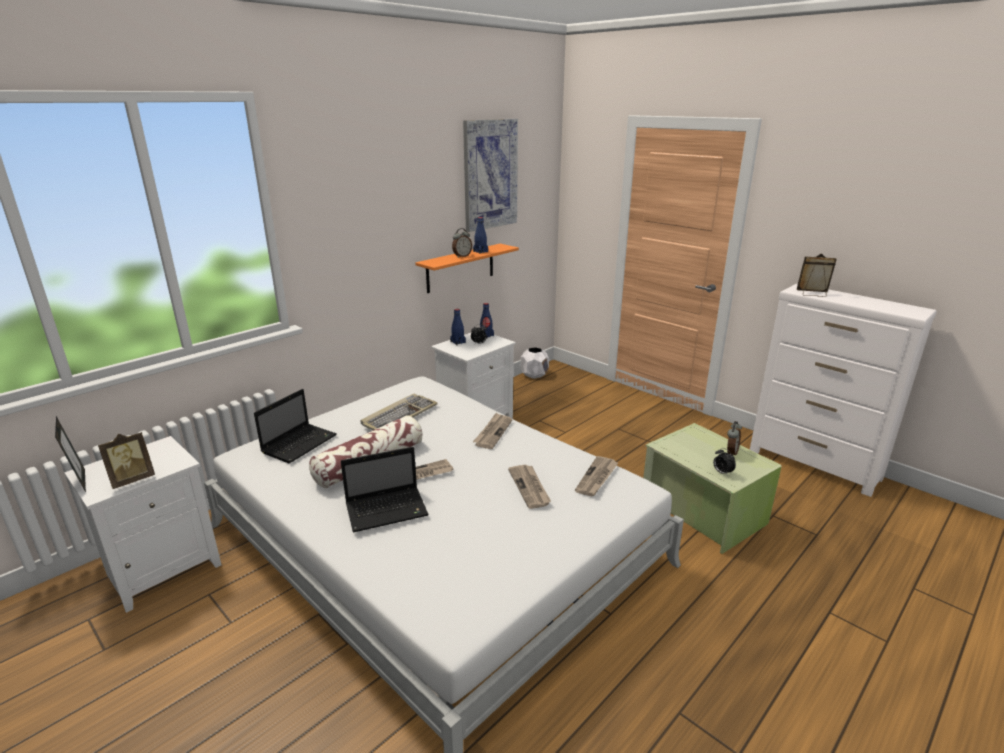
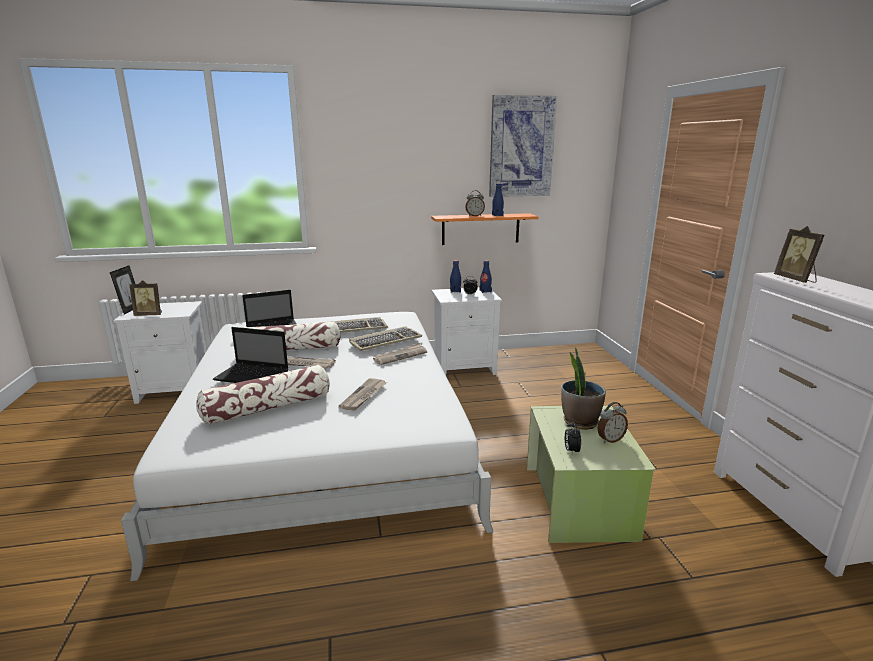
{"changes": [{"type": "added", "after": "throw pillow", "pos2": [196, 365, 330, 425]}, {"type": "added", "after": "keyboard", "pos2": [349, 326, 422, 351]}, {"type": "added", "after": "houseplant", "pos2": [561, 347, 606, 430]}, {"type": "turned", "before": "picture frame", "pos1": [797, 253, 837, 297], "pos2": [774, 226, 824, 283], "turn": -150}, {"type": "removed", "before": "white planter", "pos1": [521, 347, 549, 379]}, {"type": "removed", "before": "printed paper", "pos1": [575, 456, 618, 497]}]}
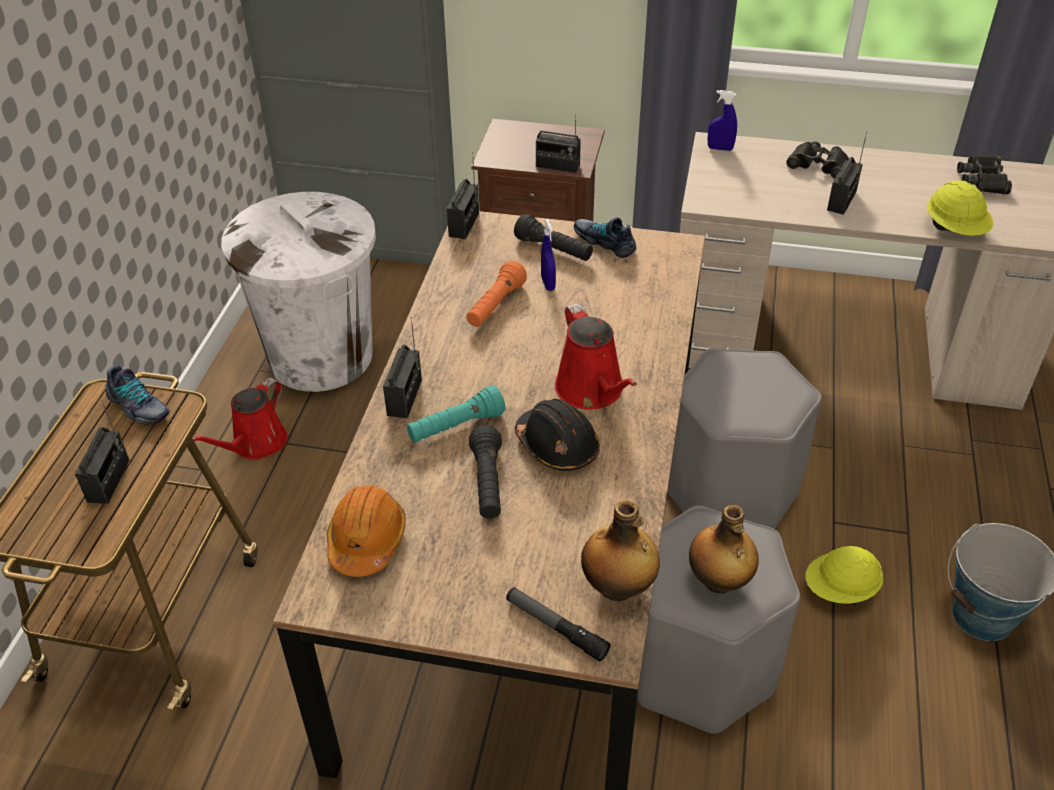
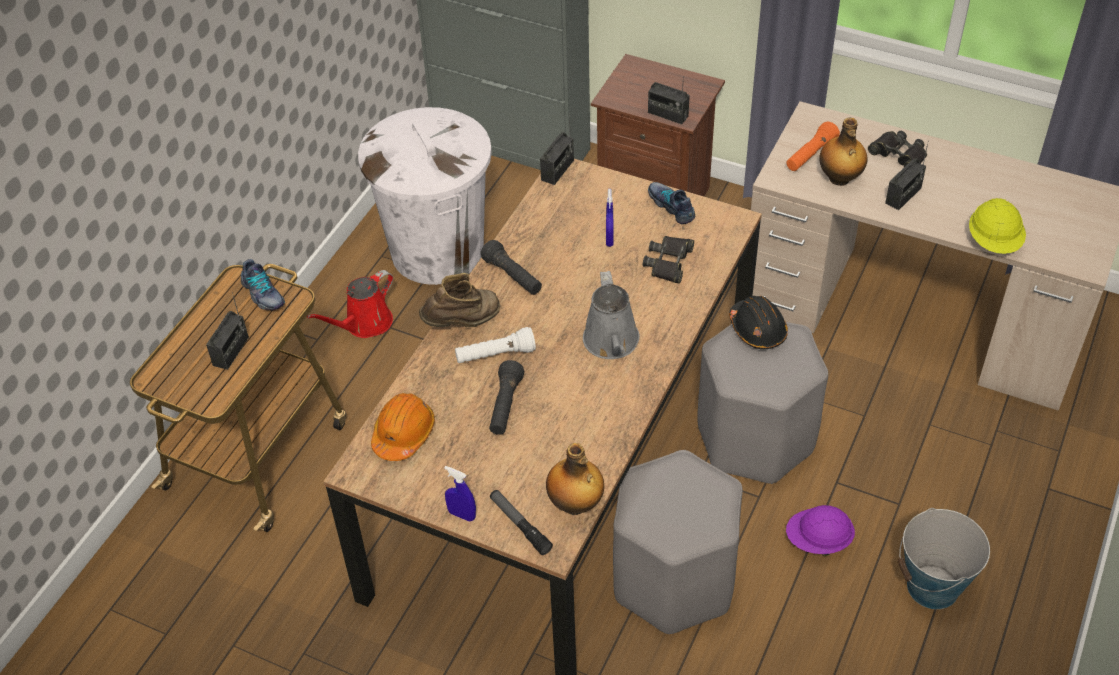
{"changes": [{"type": "replaced", "before": "radio set", "after": "brown boot", "pos1": [383, 317, 422, 418], "pos2": [419, 273, 500, 327]}, {"type": "moved", "before": "blue sprayer", "pos1": [708, 90, 737, 151], "pos2": [444, 466, 476, 522]}, {"type": "recoloured", "before": "turquoise hand torch", "after": "white hand torch", "pos1": [407, 386, 505, 443], "pos2": [455, 327, 536, 363]}, {"type": "moved", "before": "blackish hand torch", "pos1": [514, 214, 593, 261], "pos2": [481, 240, 542, 295]}, {"type": "recoloured", "before": "red-coloured watering pot", "after": "gray watering pot", "pos1": [555, 303, 637, 410], "pos2": [583, 271, 640, 359]}, {"type": "moved", "before": "blackish binoculars", "pos1": [957, 155, 1012, 194], "pos2": [643, 236, 694, 284]}, {"type": "moved", "before": "blackish safety helmet", "pos1": [515, 399, 600, 471], "pos2": [729, 296, 788, 349]}, {"type": "moved", "before": "orangey hand torch", "pos1": [466, 261, 527, 327], "pos2": [786, 122, 840, 171]}, {"type": "recoloured", "before": "yellow-coloured safety helmet", "after": "purple safety helmet", "pos1": [805, 546, 883, 605], "pos2": [786, 505, 855, 556]}, {"type": "moved", "before": "beverage bottle", "pos1": [689, 505, 759, 593], "pos2": [819, 118, 867, 186]}]}
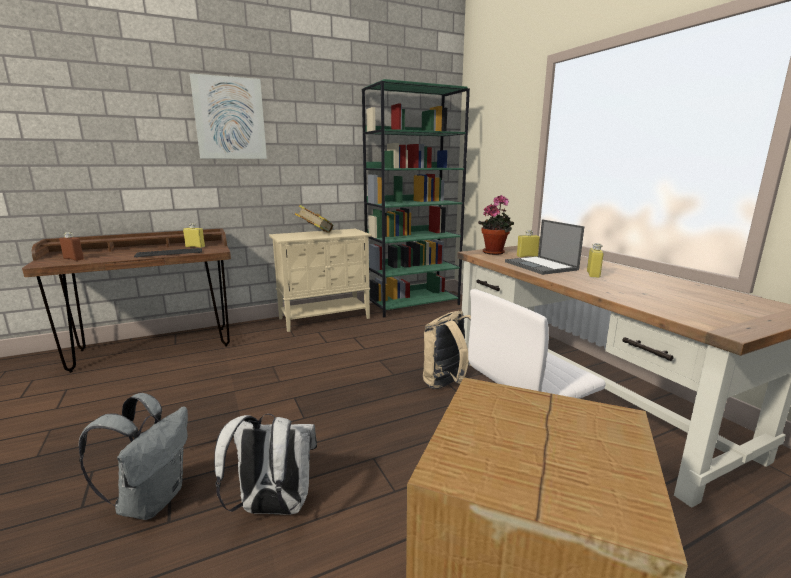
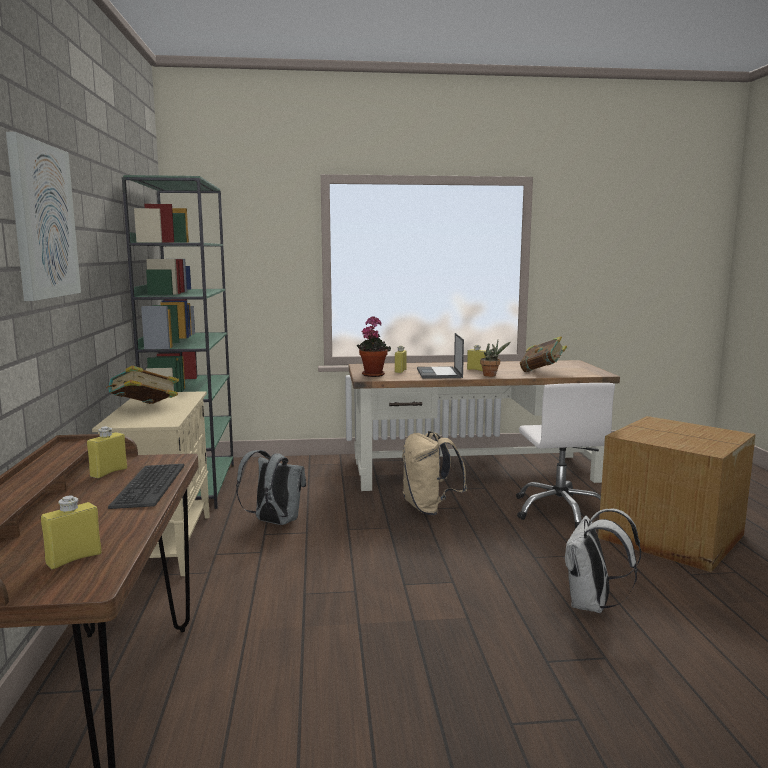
{"changes": [{"type": "recoloured", "before": "brown beverage bottle", "after": "yellow-coloured beverage bottle", "pos1": [59, 232, 84, 261], "pos2": [41, 496, 101, 569]}, {"type": "moved", "before": "gray knapsack", "pos1": [79, 393, 188, 520], "pos2": [236, 450, 306, 525]}, {"type": "turned", "before": "notebook computer", "pos1": [505, 219, 584, 275], "pos2": [417, 333, 464, 379], "turn": 90}, {"type": "added", "after": "houseplant", "pos2": [480, 341, 511, 377]}, {"type": "added", "after": "book", "pos2": [520, 336, 567, 372]}]}
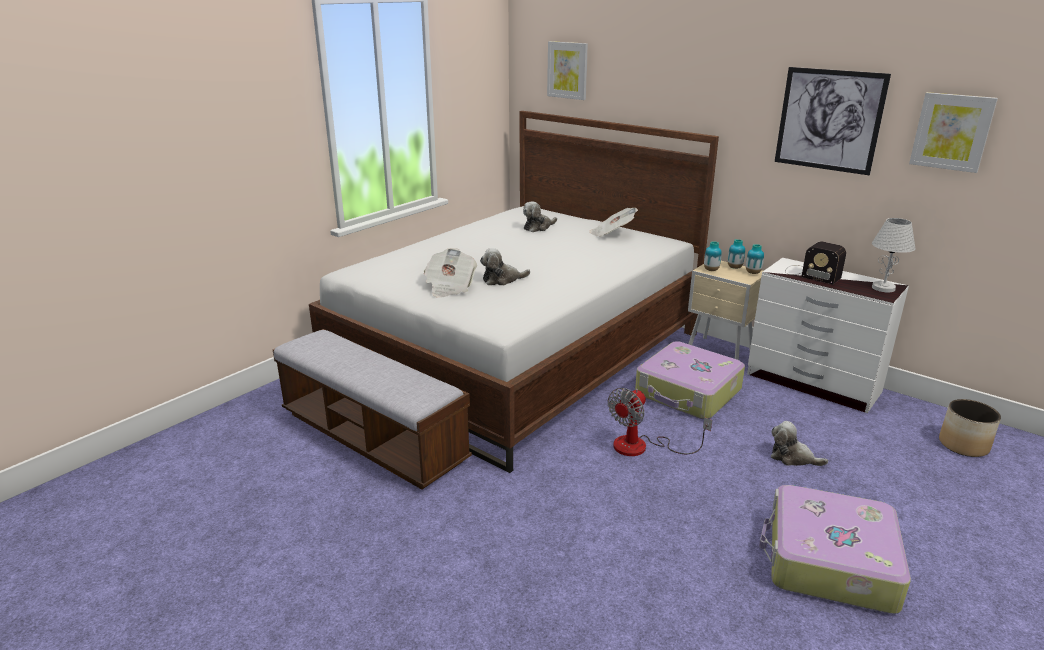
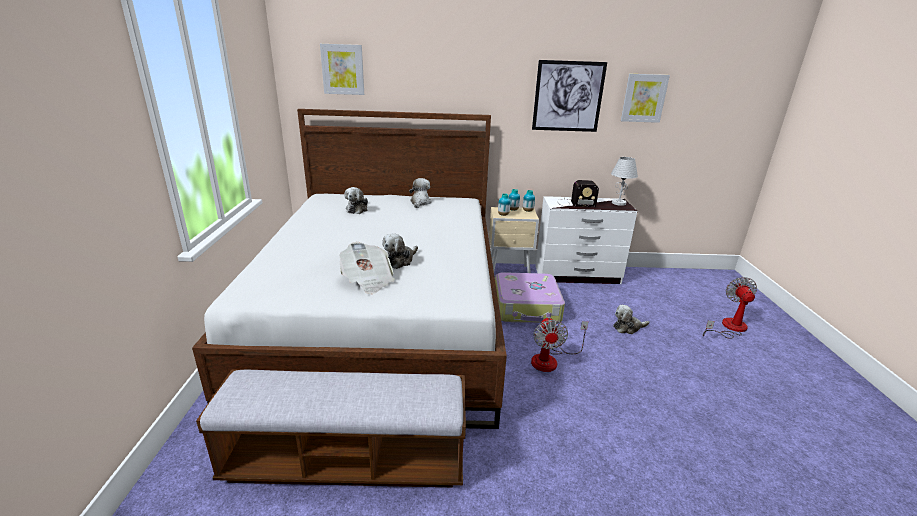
{"changes": [{"type": "replaced", "before": "printed paper", "after": "soft toy", "pos1": [589, 208, 638, 237], "pos2": [409, 178, 432, 208]}, {"type": "added", "after": "cooling fan", "pos2": [703, 277, 757, 339]}, {"type": "removed", "before": "piece of luggage", "pos1": [759, 485, 911, 614]}, {"type": "removed", "before": "planter", "pos1": [939, 399, 1001, 457]}]}
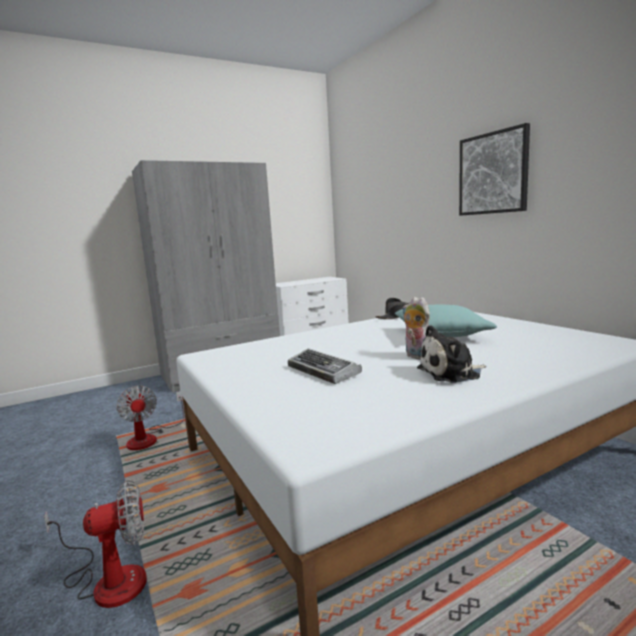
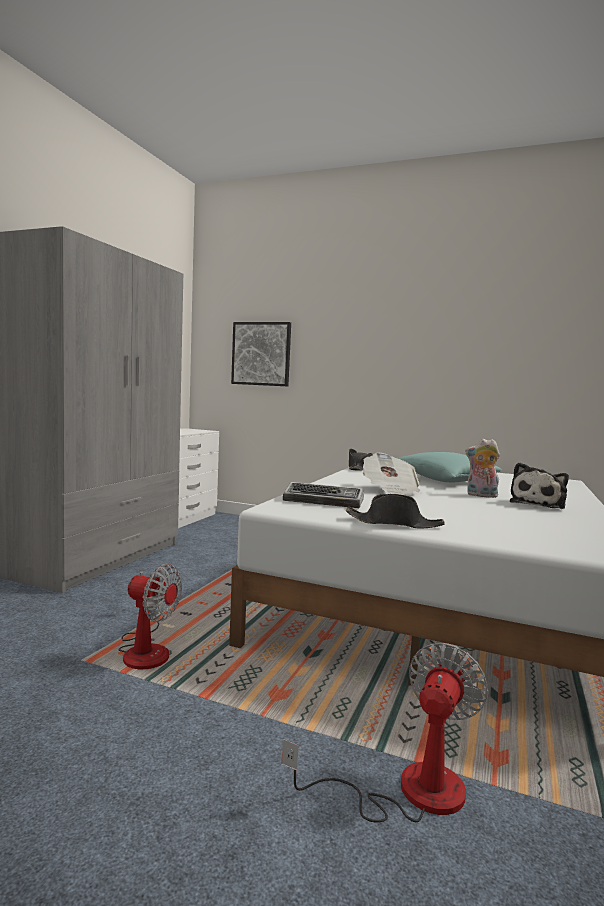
{"changes": [{"type": "moved", "before": "wall art", "pos1": [459, 123, 530, 216], "pos2": [231, 322, 291, 386]}, {"type": "moved", "before": "keyboard", "pos1": [288, 348, 362, 384], "pos2": [283, 482, 364, 508]}, {"type": "added", "after": "blackish wearable hat", "pos2": [346, 494, 445, 529]}, {"type": "added", "after": "printed paper", "pos2": [363, 453, 420, 495]}]}
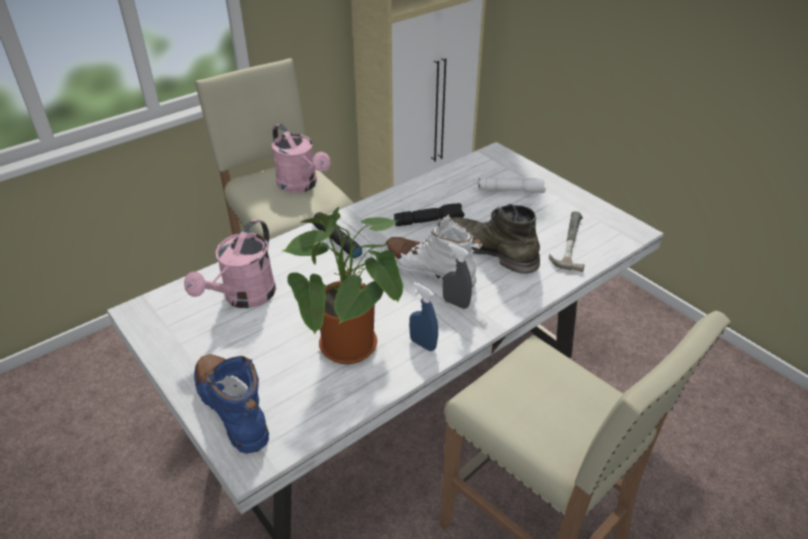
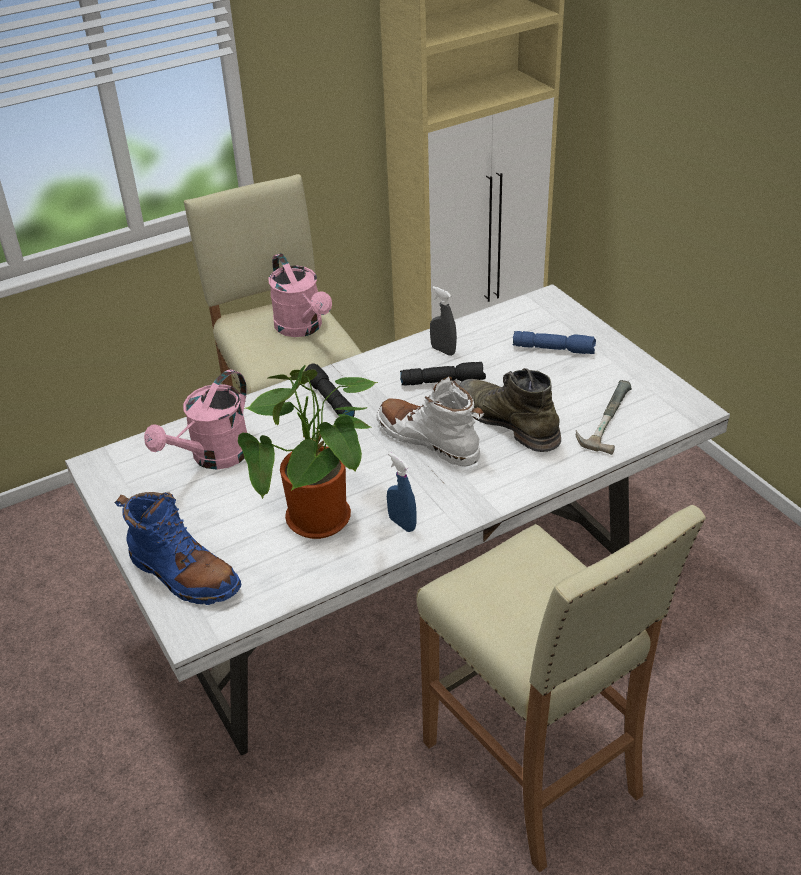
{"changes": [{"type": "turned", "before": "blue boot", "pos1": [194, 354, 269, 454], "pos2": [115, 492, 241, 605], "turn": 150}, {"type": "moved", "before": "gray sprayer", "pos1": [443, 244, 472, 309], "pos2": [430, 286, 457, 356]}, {"type": "recoloured", "before": "white hand torch", "after": "blue hand torch", "pos1": [478, 177, 546, 193], "pos2": [513, 331, 596, 354]}]}
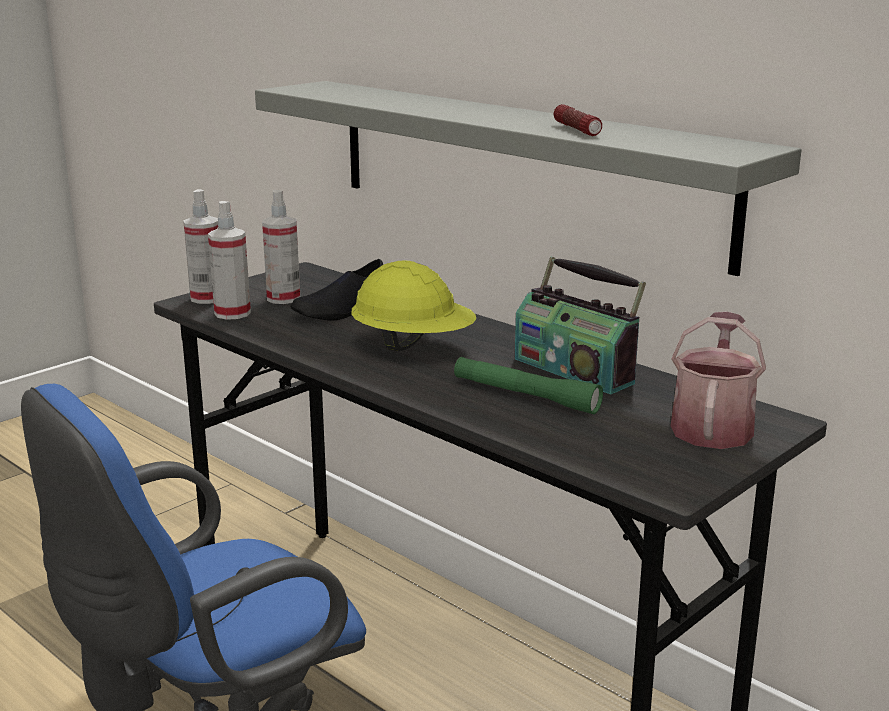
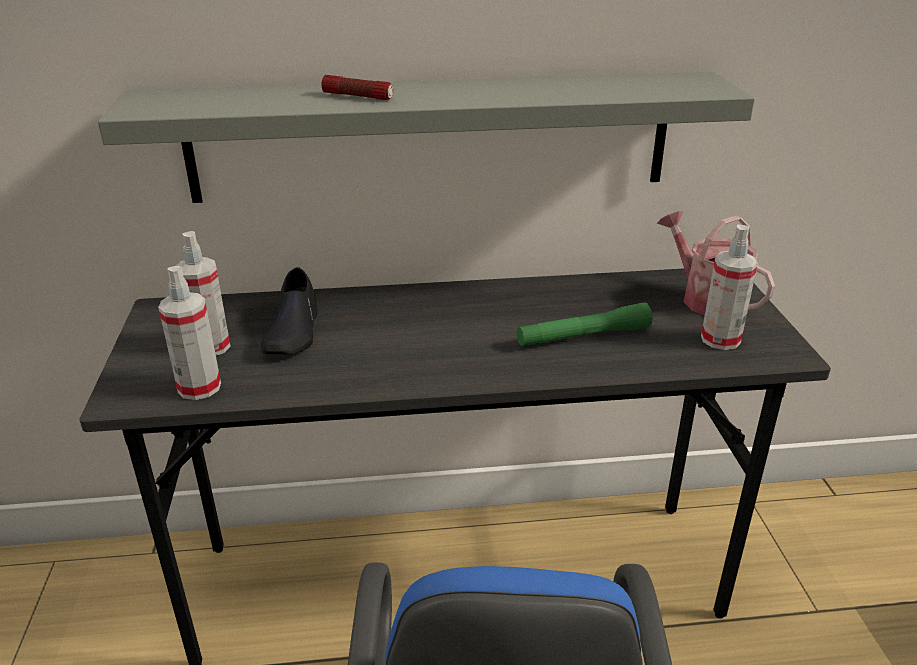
{"changes": [{"type": "moved", "before": "hand torch", "pos1": [554, 104, 602, 136], "pos2": [322, 75, 393, 100]}, {"type": "moved", "before": "sprayer", "pos1": [183, 189, 218, 304], "pos2": [701, 225, 758, 350]}, {"type": "removed", "before": "yellow-coloured safety helmet", "pos1": [351, 261, 476, 351]}, {"type": "removed", "before": "radio set", "pos1": [515, 257, 646, 394]}]}
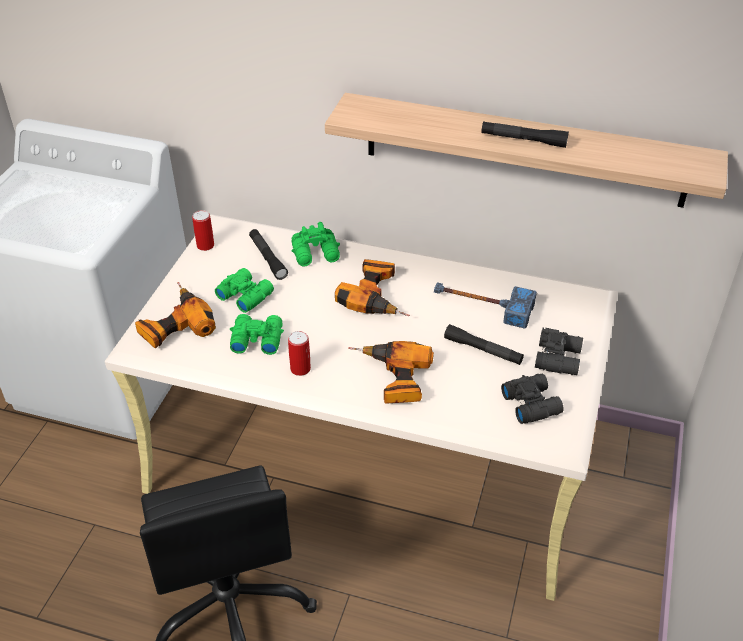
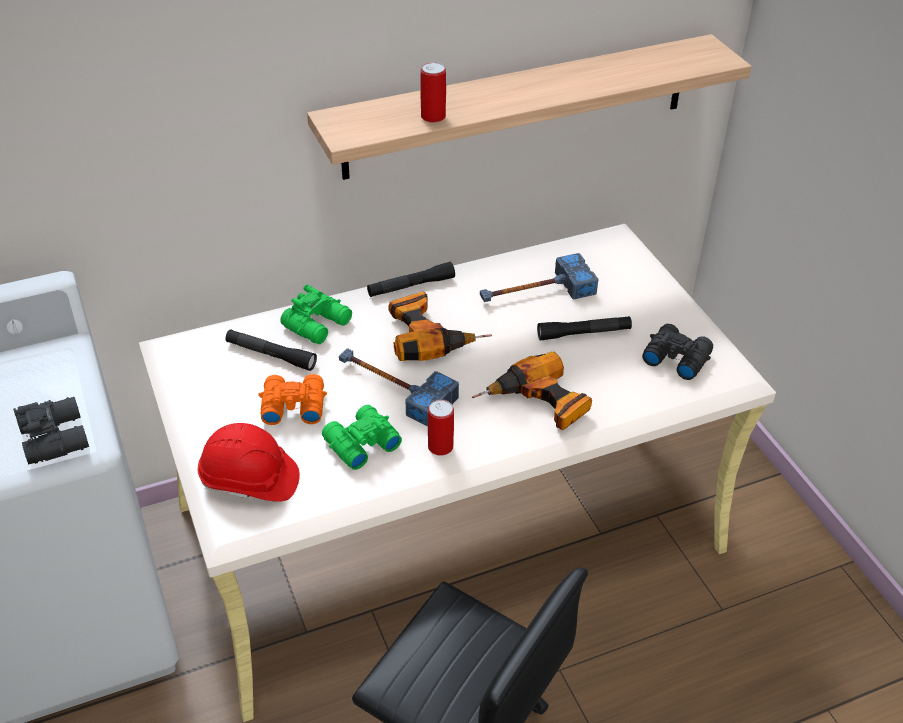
{"changes": [{"type": "moved", "before": "blackish binoculars", "pos1": [535, 327, 583, 375], "pos2": [13, 397, 89, 464]}, {"type": "replaced", "before": "drill", "after": "red-coloured safety helmet", "pos1": [135, 282, 216, 348], "pos2": [198, 423, 300, 502]}, {"type": "recoloured", "before": "green-coloured binoculars", "after": "orangey binoculars", "pos1": [215, 268, 274, 313], "pos2": [258, 374, 327, 425]}, {"type": "added", "after": "tool hammer", "pos2": [339, 348, 459, 427]}, {"type": "moved", "before": "blackish hand torch", "pos1": [481, 121, 569, 148], "pos2": [367, 262, 455, 297]}, {"type": "moved", "before": "can", "pos1": [192, 210, 214, 251], "pos2": [420, 62, 446, 123]}]}
